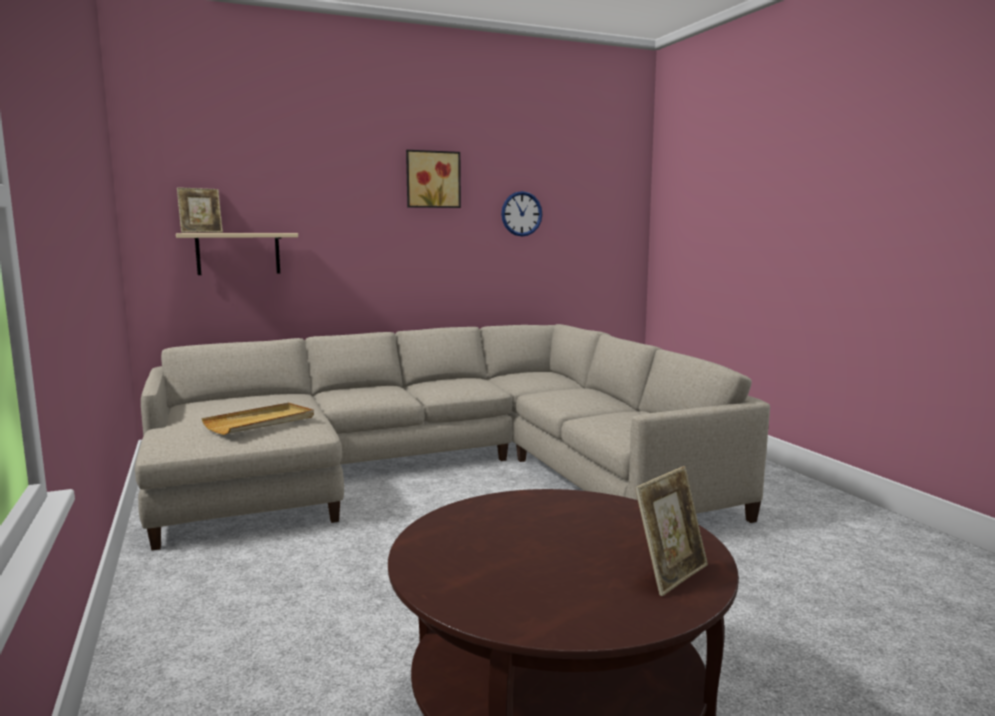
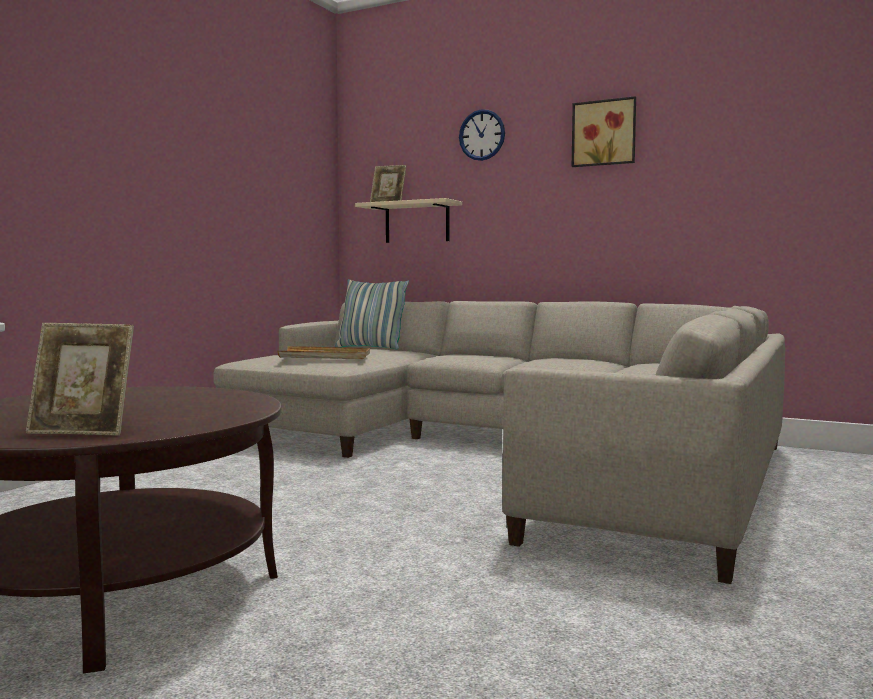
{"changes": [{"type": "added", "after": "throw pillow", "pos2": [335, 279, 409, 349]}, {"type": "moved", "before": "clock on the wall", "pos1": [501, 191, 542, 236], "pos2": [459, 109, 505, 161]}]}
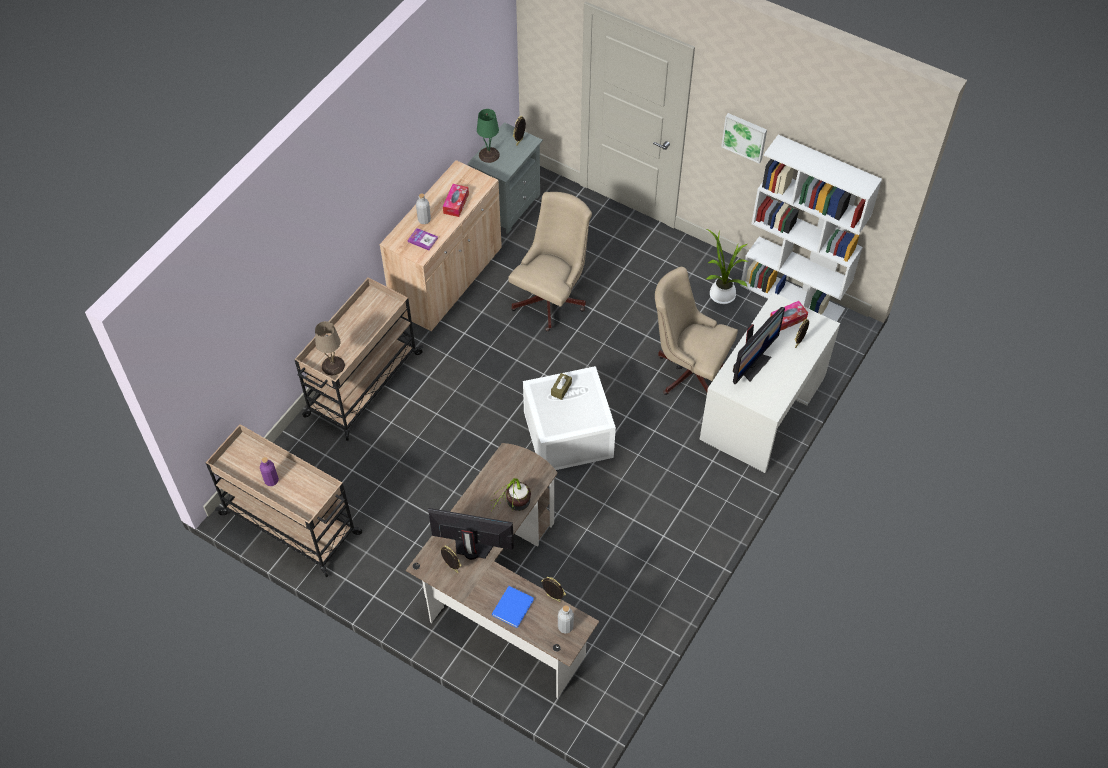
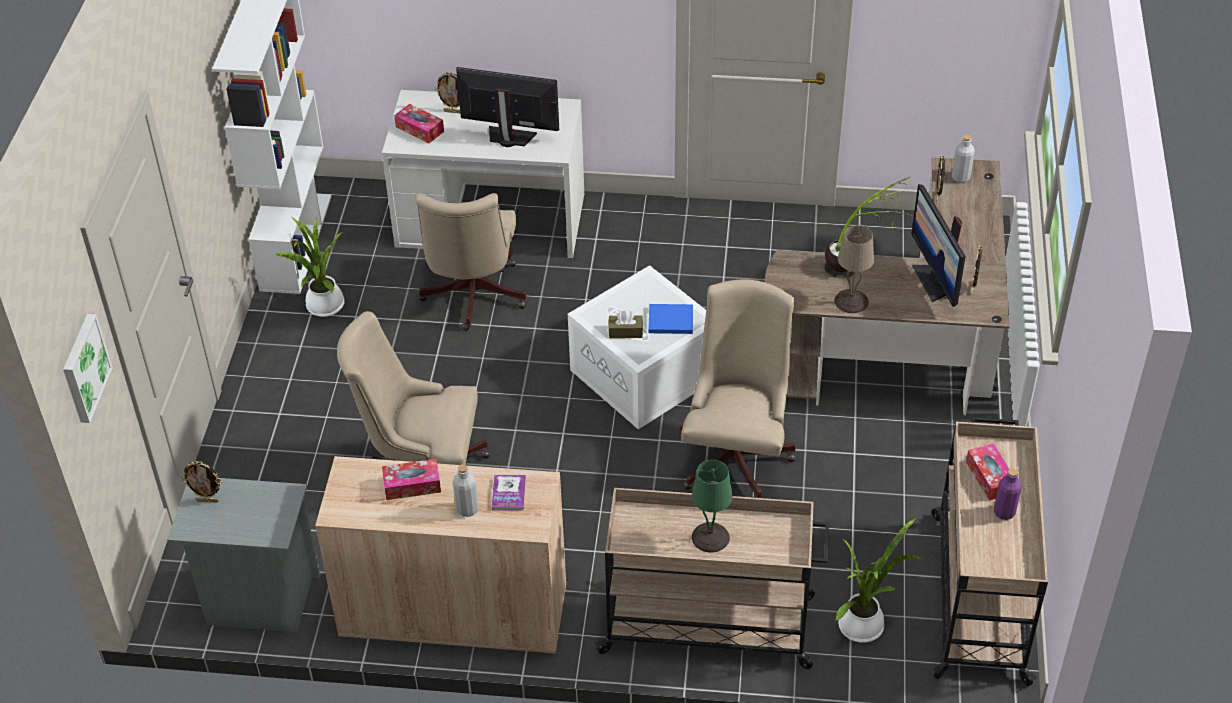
{"changes": [{"type": "moved", "before": "wall art", "pos1": [721, 113, 767, 164], "pos2": [63, 314, 113, 423]}, {"type": "moved", "before": "blue book", "pos1": [492, 586, 534, 628], "pos2": [648, 304, 693, 334]}, {"type": "added", "after": "sand-coloured desk chair", "pos2": [680, 280, 796, 498]}, {"type": "moved", "before": "green-coloured table lamp", "pos1": [477, 109, 500, 163], "pos2": [692, 460, 733, 552]}, {"type": "moved", "before": "sand-coloured table lamp", "pos1": [315, 321, 345, 375], "pos2": [835, 225, 874, 313]}, {"type": "added", "after": "houseplant", "pos2": [835, 518, 923, 643]}, {"type": "added", "after": "tissue box", "pos2": [966, 443, 1009, 501]}]}
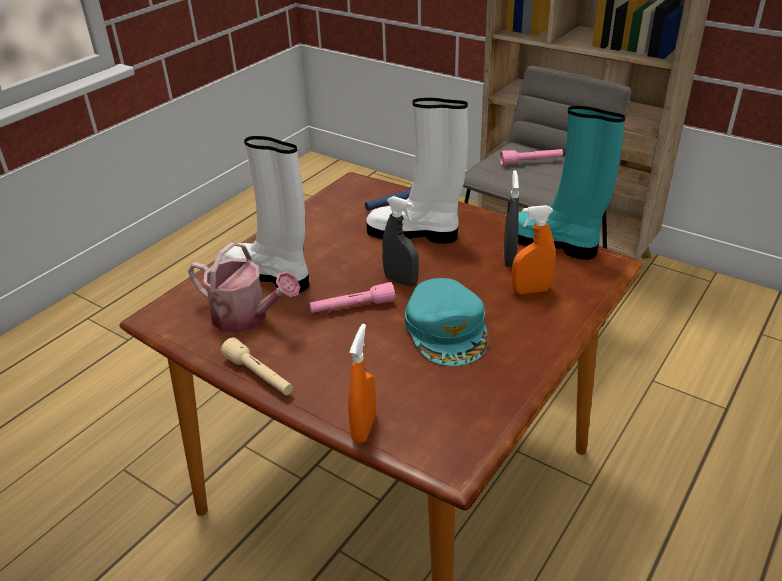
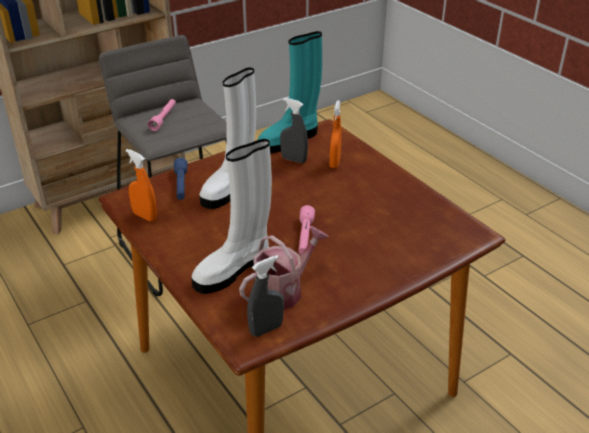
{"changes": [{"type": "moved", "before": "orangey sprayer", "pos1": [348, 324, 376, 443], "pos2": [126, 149, 157, 222]}, {"type": "moved", "before": "gray sprayer", "pos1": [382, 196, 419, 286], "pos2": [247, 255, 284, 337]}, {"type": "removed", "before": "sand-coloured hand torch", "pos1": [221, 337, 293, 395]}, {"type": "removed", "before": "turquoise peaked cap", "pos1": [405, 278, 488, 366]}]}
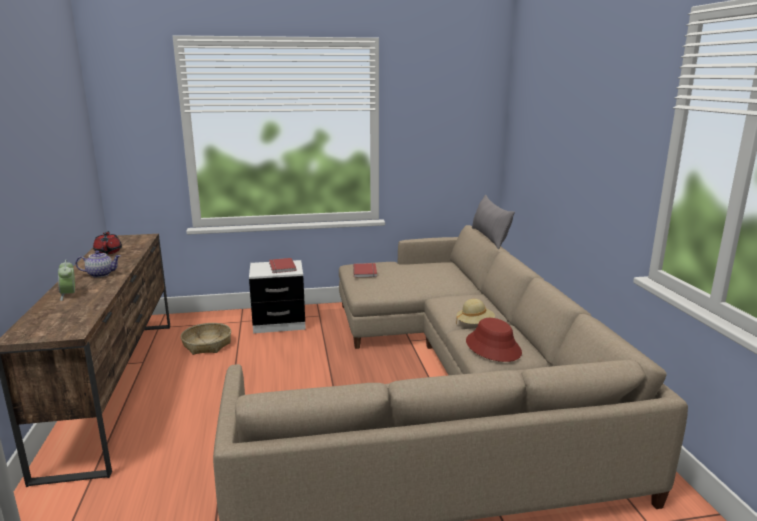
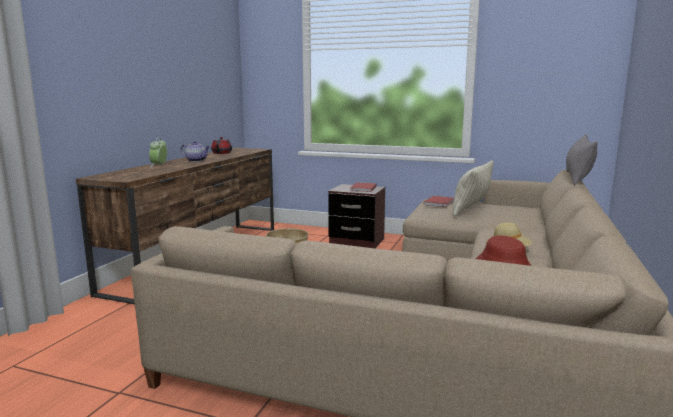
{"changes": [{"type": "recoloured", "before": "white nightstand", "after": "brown nightstand", "pos1": [249, 260, 306, 333], "pos2": [328, 184, 385, 248]}, {"type": "added", "after": "throw pillow", "pos2": [453, 160, 494, 216]}]}
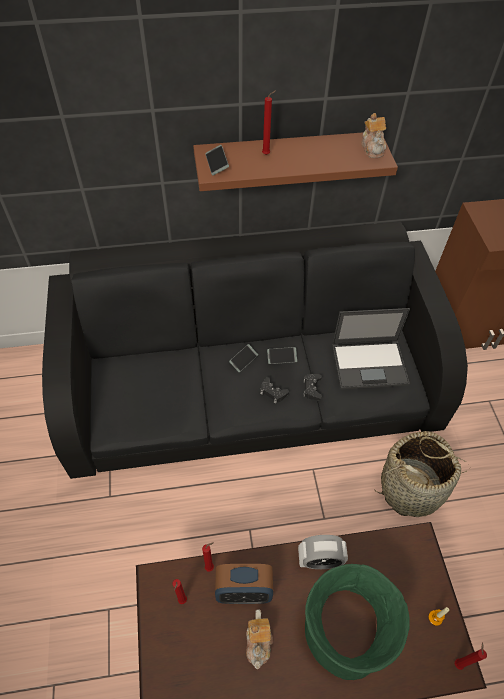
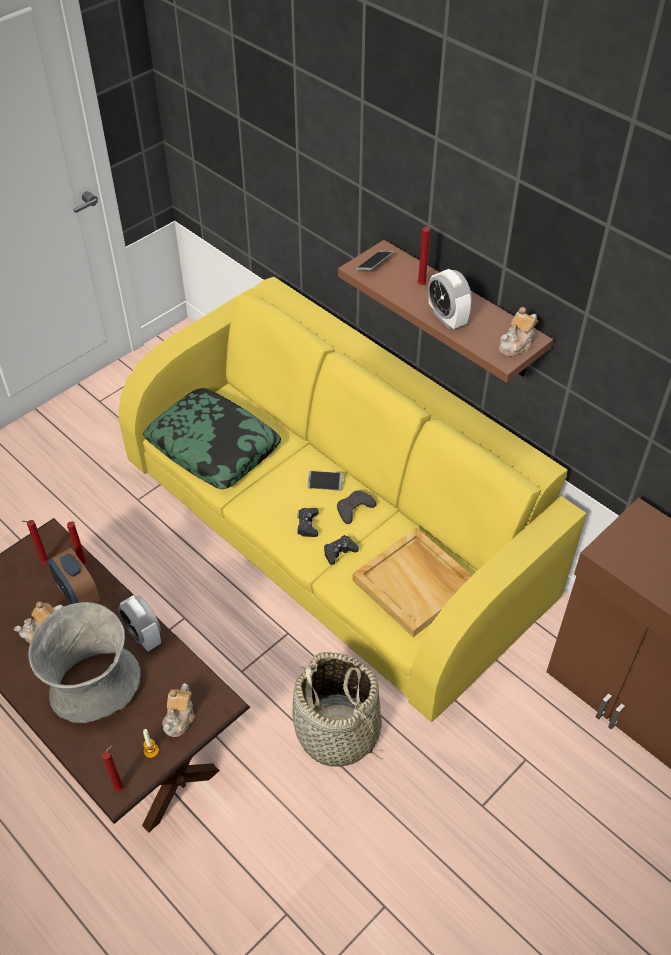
{"changes": [{"type": "recoloured", "before": "green-coloured decorative vase", "after": "gray decorative vase", "pos1": [305, 564, 410, 680], "pos2": [28, 602, 141, 723]}, {"type": "recoloured", "before": "blackish settee", "after": "yellow-coloured settee", "pos1": [42, 222, 468, 479], "pos2": [118, 277, 587, 723]}, {"type": "added", "after": "throw pillow", "pos2": [143, 388, 281, 489]}, {"type": "added", "after": "teapot", "pos2": [162, 683, 195, 737]}, {"type": "replaced", "before": "handset", "after": "gray joypad", "pos1": [267, 347, 297, 364], "pos2": [337, 490, 376, 524]}, {"type": "replaced", "before": "notebook computer", "after": "sand-coloured tray", "pos1": [332, 308, 410, 389], "pos2": [353, 528, 472, 637]}, {"type": "added", "after": "table clock", "pos2": [428, 269, 472, 329]}]}
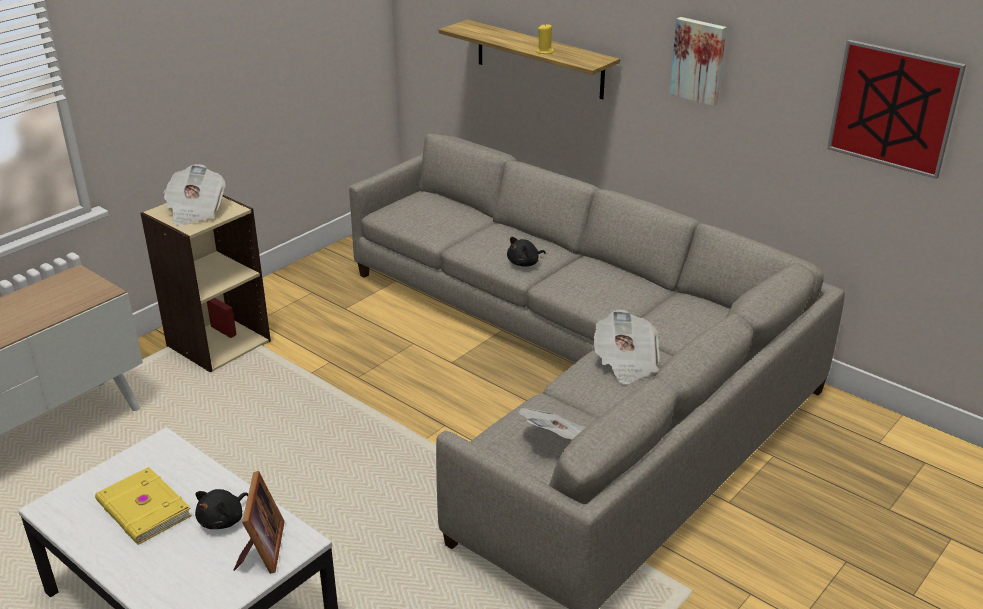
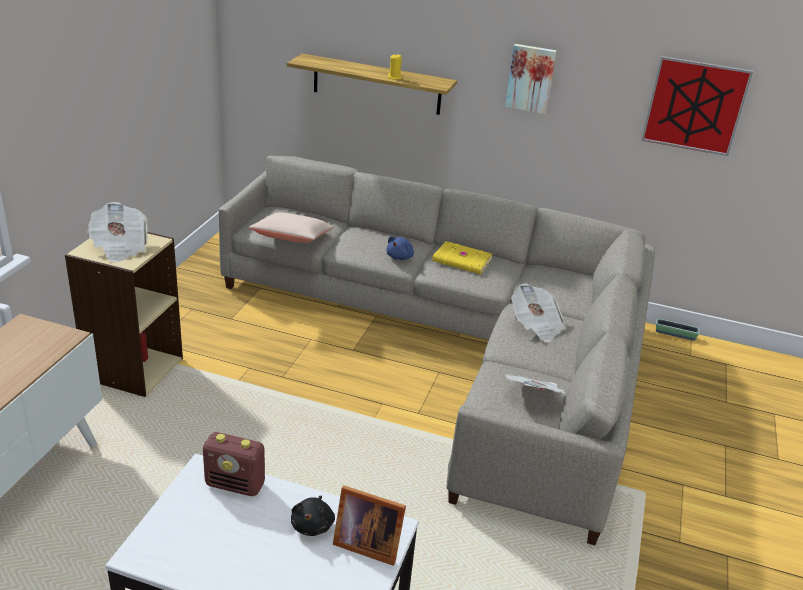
{"changes": [{"type": "added", "after": "radio set", "pos2": [203, 432, 265, 496]}, {"type": "added", "after": "sand-coloured throw pillow", "pos2": [249, 212, 334, 243]}, {"type": "turned", "before": "picture frame", "pos1": [234, 471, 285, 574], "pos2": [333, 485, 406, 566], "turn": 135}, {"type": "recoloured", "before": "blackish soft toy", "after": "blue soft toy", "pos1": [507, 237, 546, 267], "pos2": [386, 236, 414, 260]}, {"type": "moved", "before": "yellow-coloured book", "pos1": [95, 467, 192, 545], "pos2": [432, 241, 493, 274]}, {"type": "added", "after": "planter", "pos2": [656, 319, 700, 341]}]}
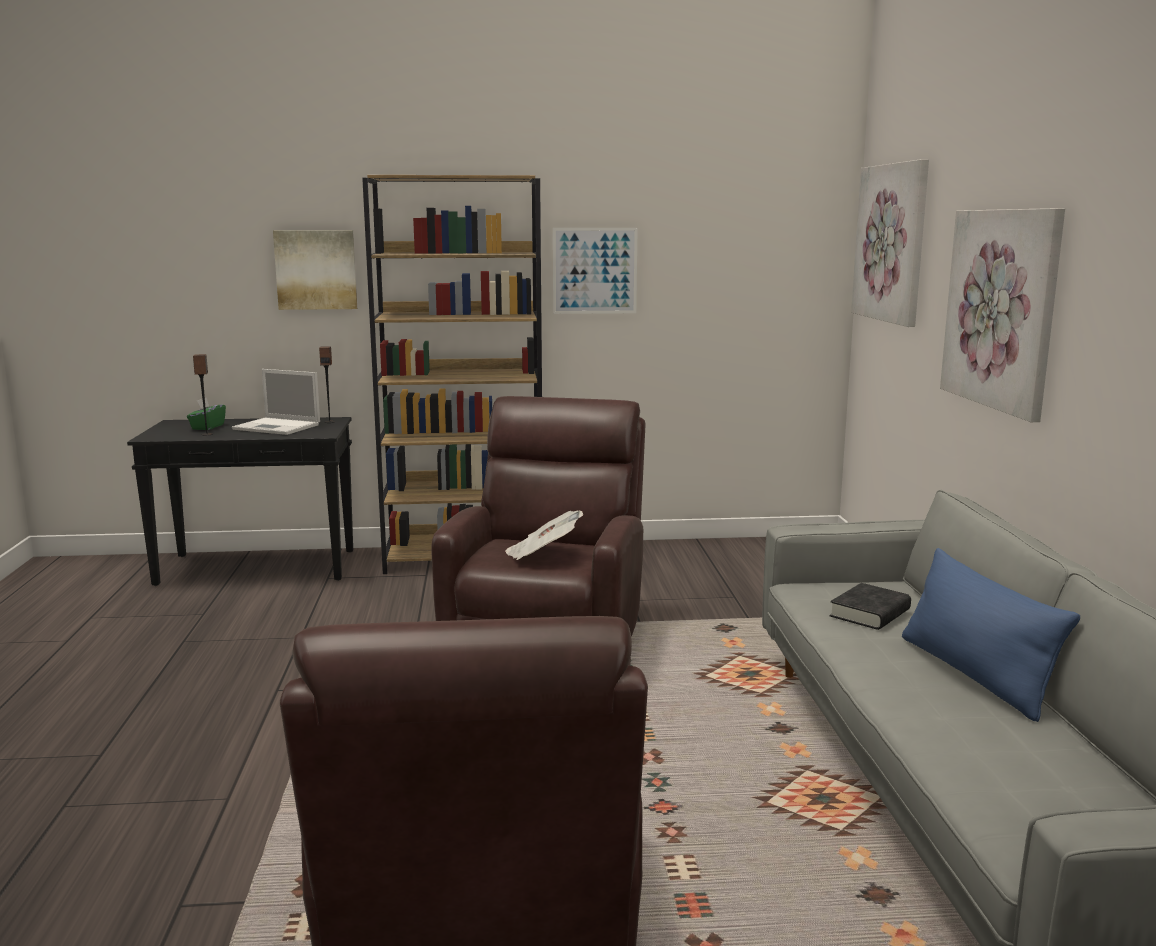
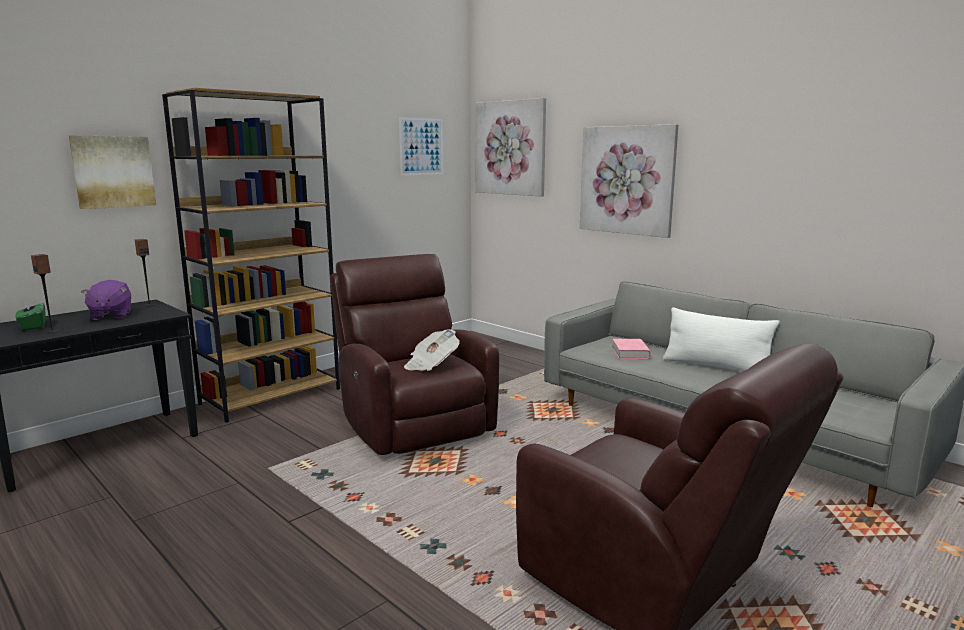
{"changes": [{"type": "replaced", "before": "notebook computer", "after": "purple soft toy", "pos1": [232, 369, 320, 435], "pos2": [81, 280, 131, 320]}, {"type": "moved", "before": "wall art", "pos1": [553, 228, 638, 314], "pos2": [399, 117, 443, 176]}, {"type": "recoloured", "before": "blackish book", "after": "pinkish book", "pos1": [830, 583, 911, 630], "pos2": [612, 339, 651, 359]}, {"type": "recoloured", "before": "blue throw pillow", "after": "white throw pillow", "pos1": [902, 548, 1080, 722], "pos2": [663, 307, 780, 372]}]}
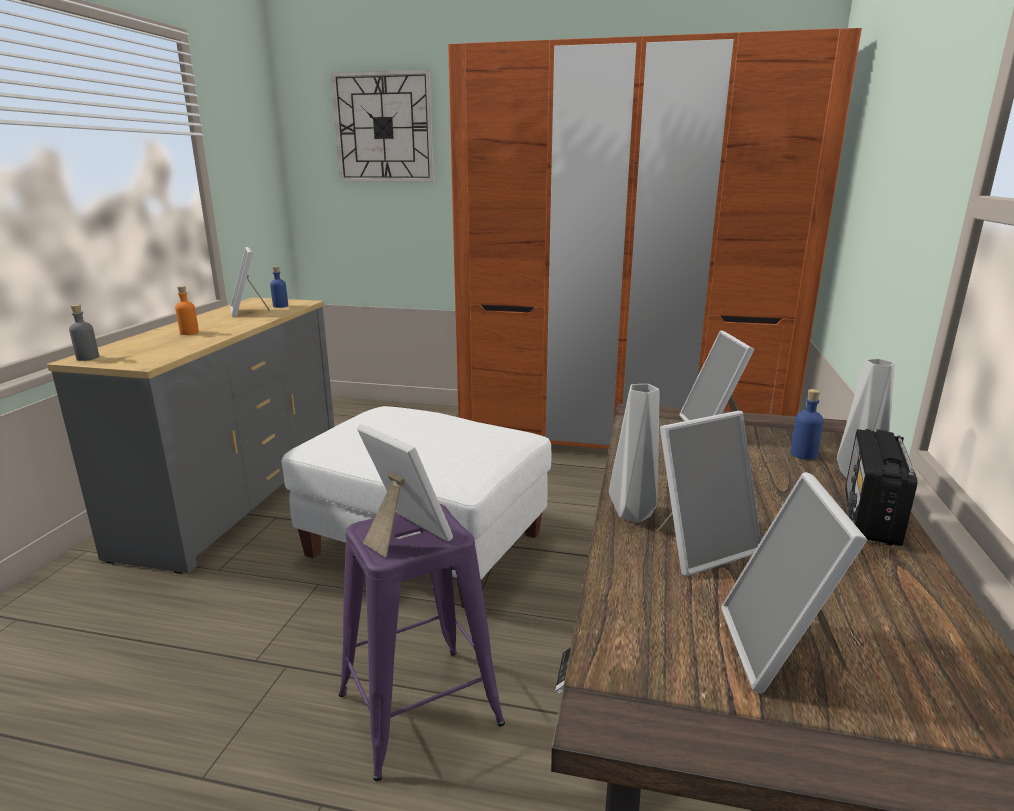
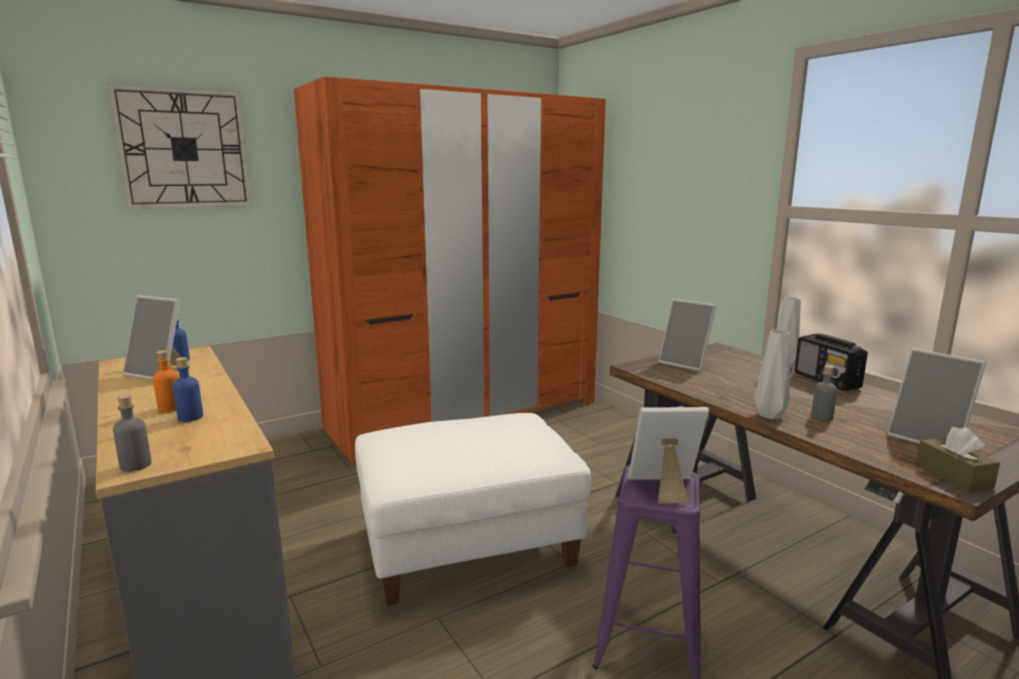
{"changes": [{"type": "moved", "before": "blue beverage bottle", "pos1": [790, 389, 824, 460], "pos2": [172, 357, 203, 422]}, {"type": "replaced", "before": "picture frame", "after": "gray beverage bottle", "pos1": [657, 411, 761, 576], "pos2": [811, 365, 837, 421]}, {"type": "added", "after": "brown tissue box", "pos2": [916, 427, 1000, 491]}]}
